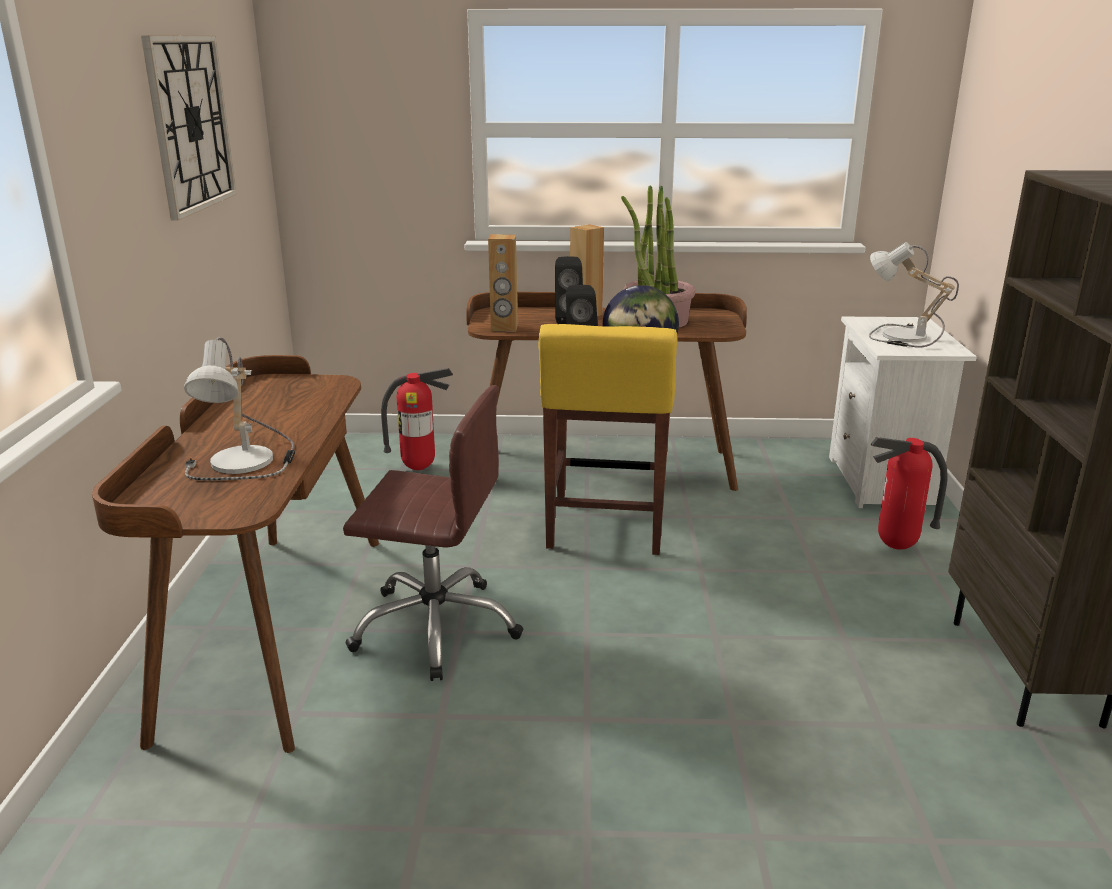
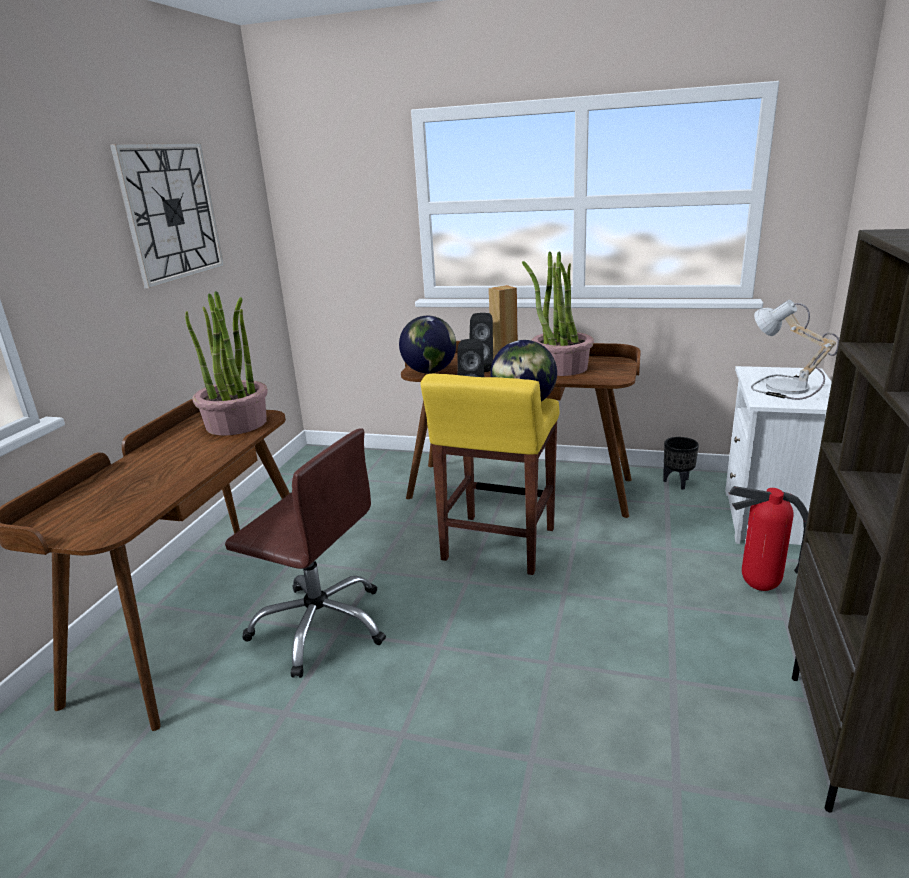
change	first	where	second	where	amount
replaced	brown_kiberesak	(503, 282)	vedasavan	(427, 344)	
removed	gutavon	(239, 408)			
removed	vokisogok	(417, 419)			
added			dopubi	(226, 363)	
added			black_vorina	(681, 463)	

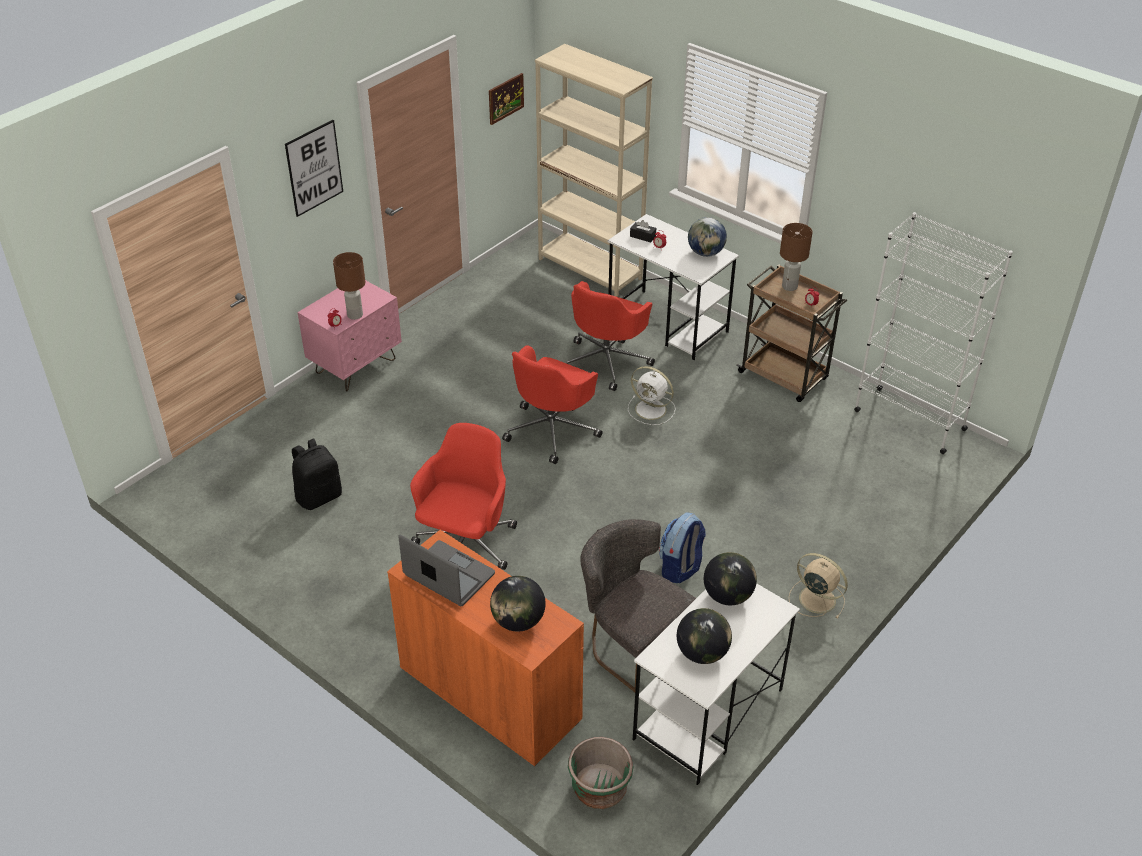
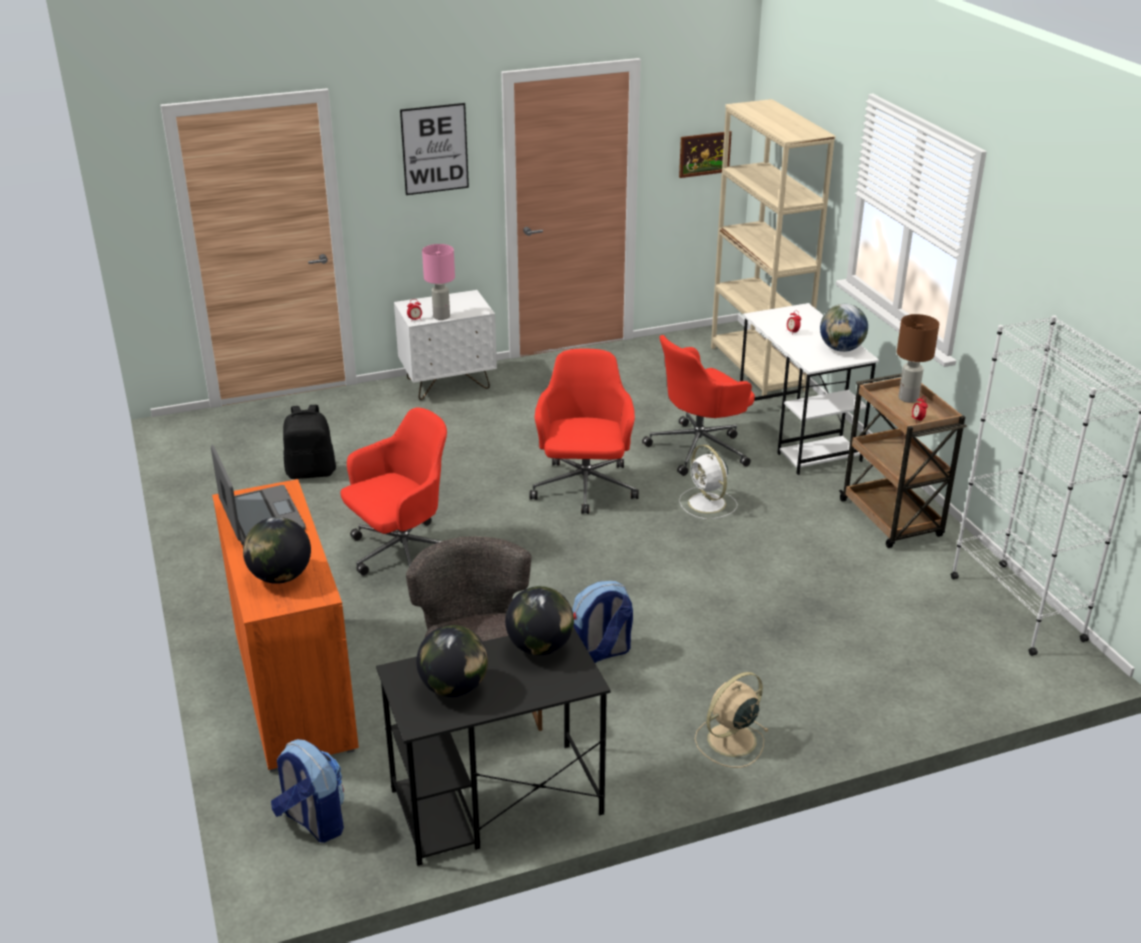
change	first	where	second	where	amount
removed	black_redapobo	(643, 231)			
recoloured	brown_gutavon	(349, 286)	pink_gutavon	(438, 282)	
recoloured	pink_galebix	(350, 335)	white_galebix	(445, 345)	
turned	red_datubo	(552, 404)		(584, 431)	120 degrees clockwise
turned	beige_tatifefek	(818, 586)		(732, 720)	105 degrees counterclockwise
recoloured	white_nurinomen	(716, 684)	black_nurinomen	(493, 746)	
replaced	green_vorina	(601, 773)	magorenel	(307, 791)	

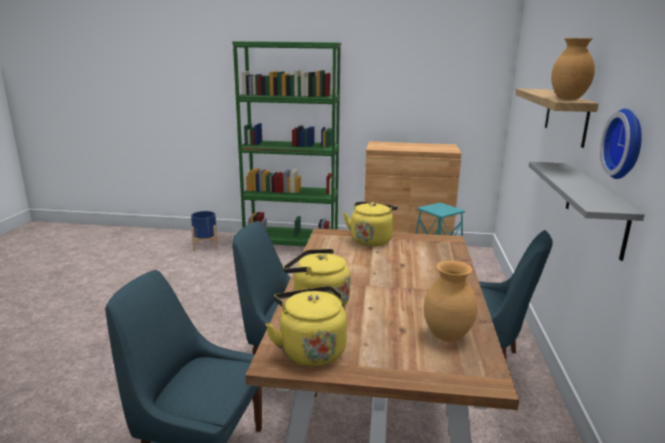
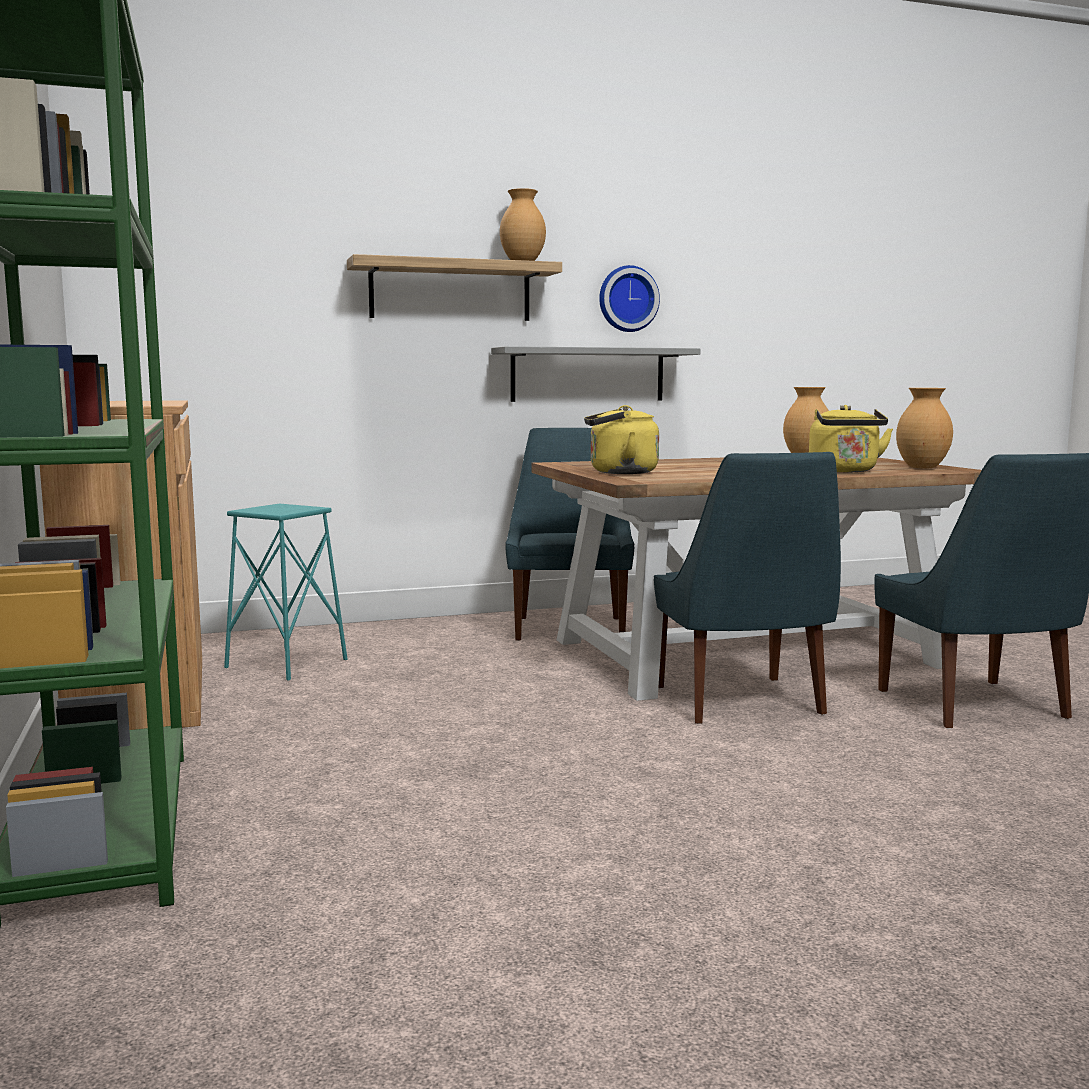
change	first	where	second	where	amount
removed	blue_vorina	(204, 231)			
replaced	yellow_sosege	(306, 326)	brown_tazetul	(924, 428)	

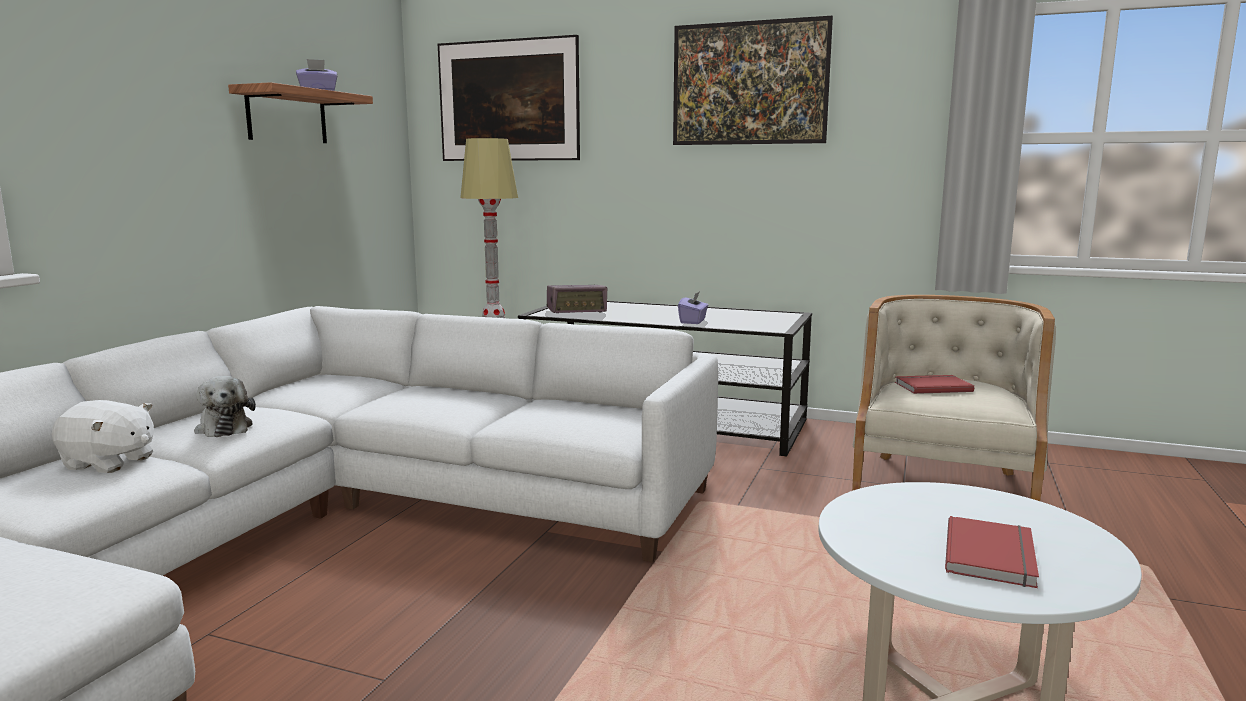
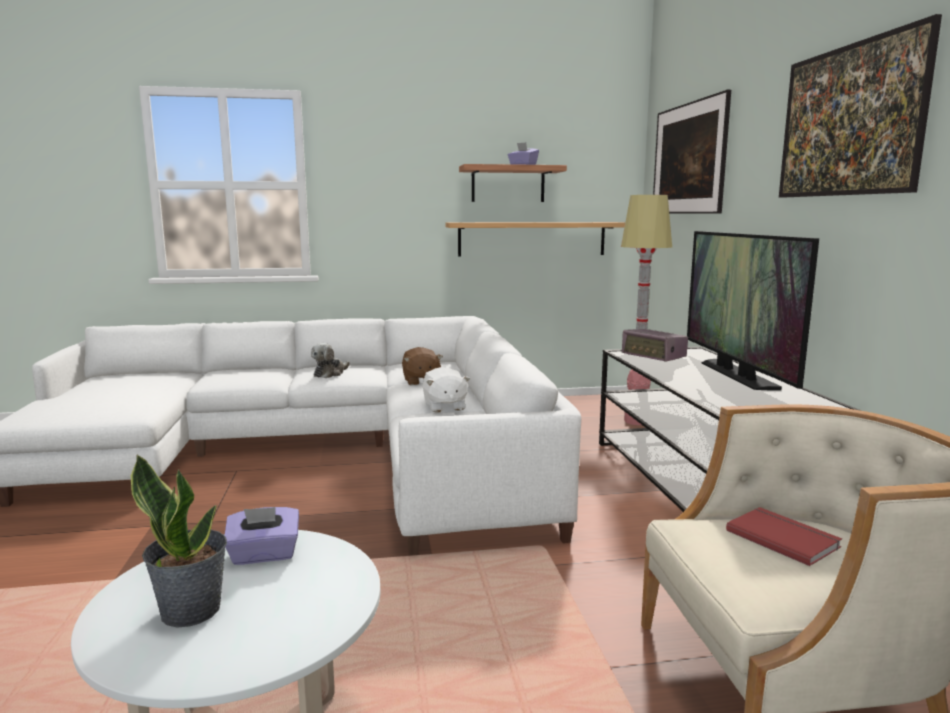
change	first	where	second	where	amount
moved	purple_redapobo	(693, 308)		(262, 536)	
moved	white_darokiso	(103, 436)		(446, 390)	
replaced	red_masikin	(992, 552)	dopubi	(179, 541)	
added			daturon	(535, 239)	
added			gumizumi	(753, 310)	
added			brown_darokiso	(422, 366)	

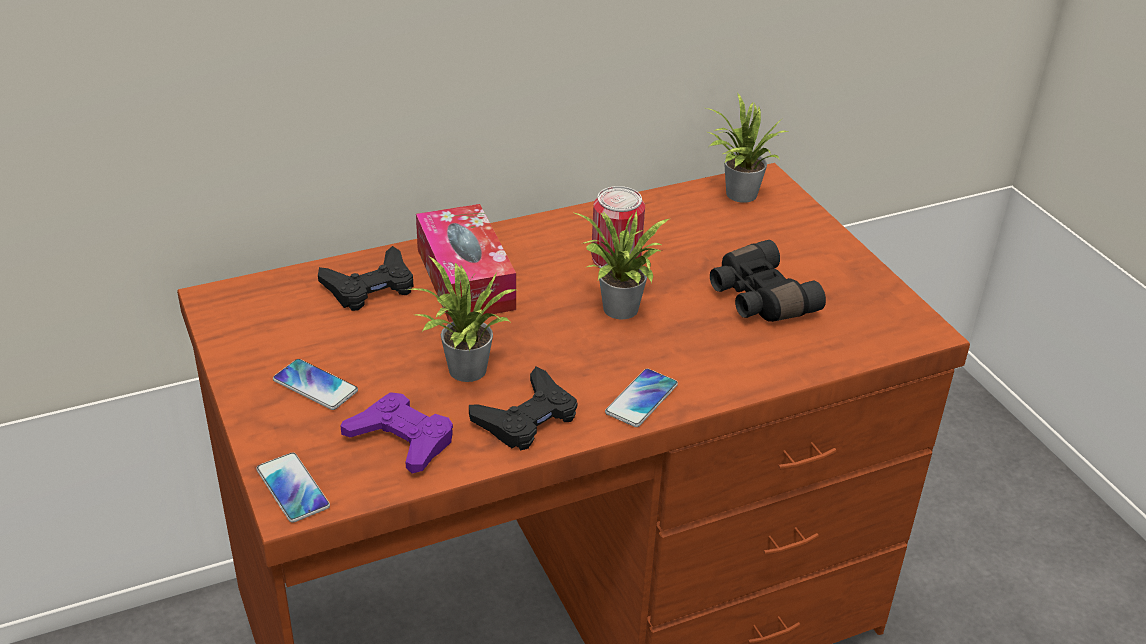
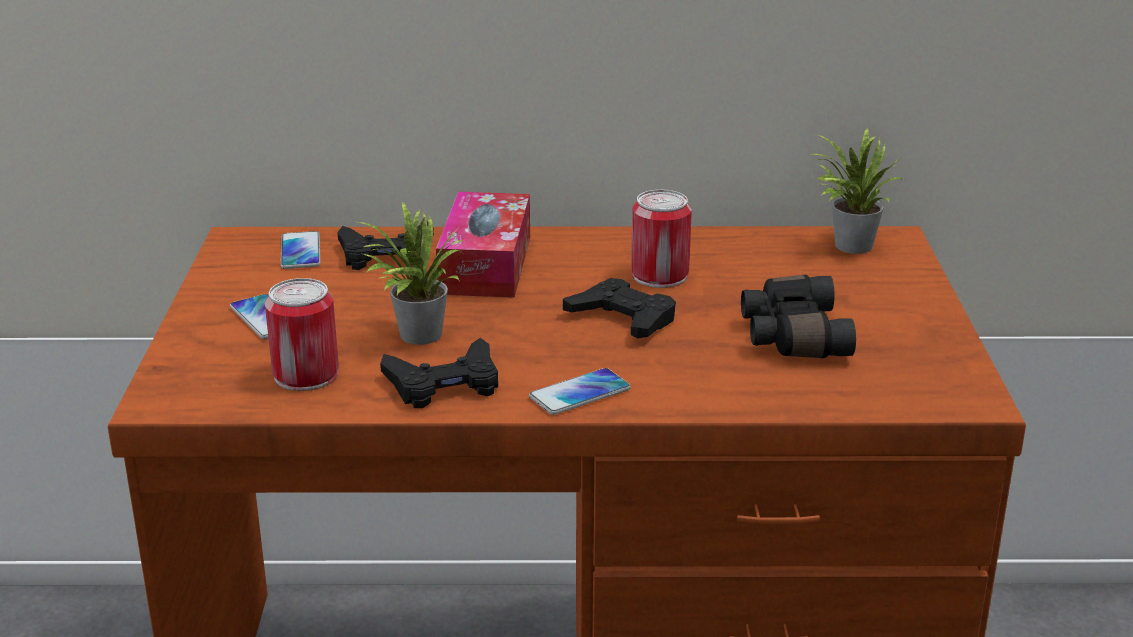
change	first	where	second	where	amount
replaced	dopubi	(620, 264)	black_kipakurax	(619, 308)	
replaced	purple_kipakurax	(396, 433)	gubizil	(302, 334)	
moved	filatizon	(293, 487)		(300, 250)	

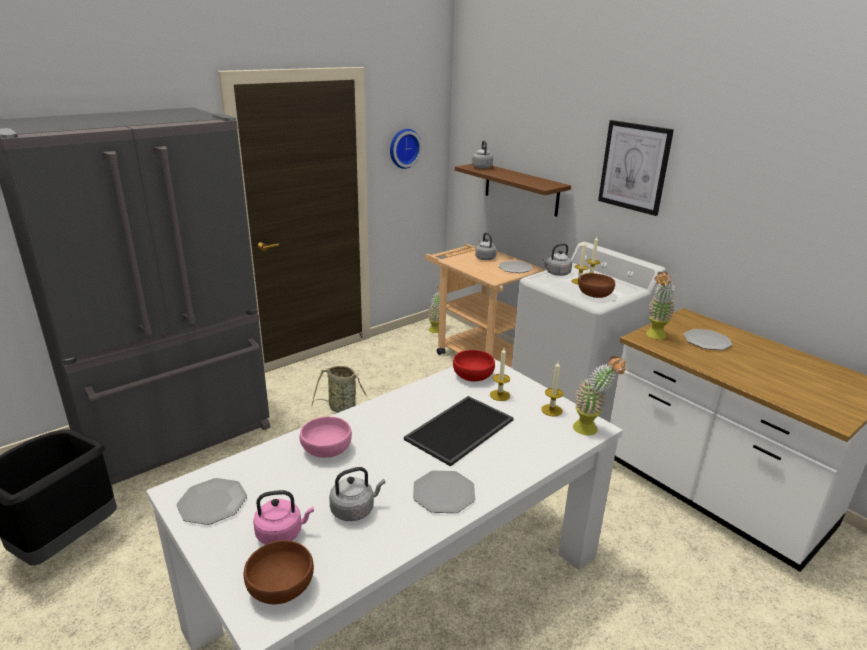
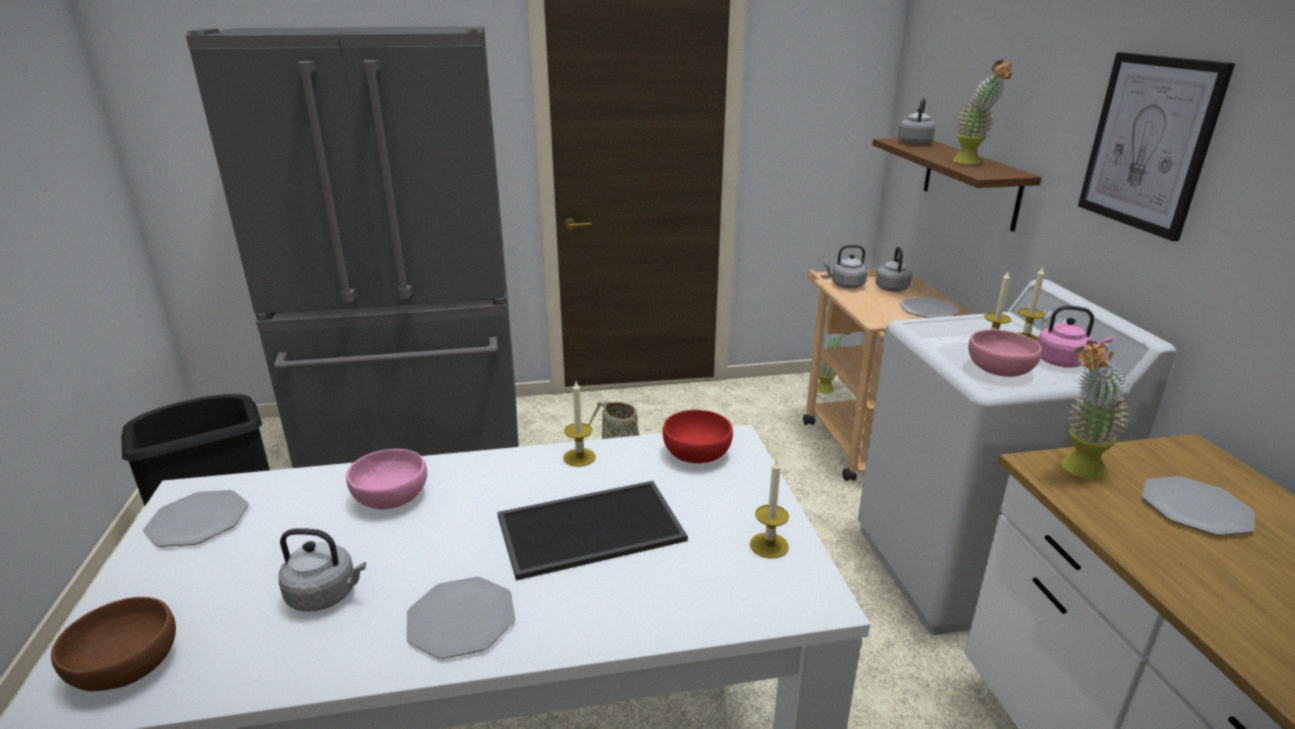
change	first	where	second	where	amount
removed	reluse	(406, 149)			
moved	grey_sosege	(557, 259)		(845, 266)	
recoloured	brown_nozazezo	(596, 285)	pink_nozazezo	(1005, 353)	
moved	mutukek	(500, 374)		(580, 424)	
moved	dopubi	(599, 396)		(982, 112)	
moved	pink_sosege	(283, 517)		(1075, 337)	

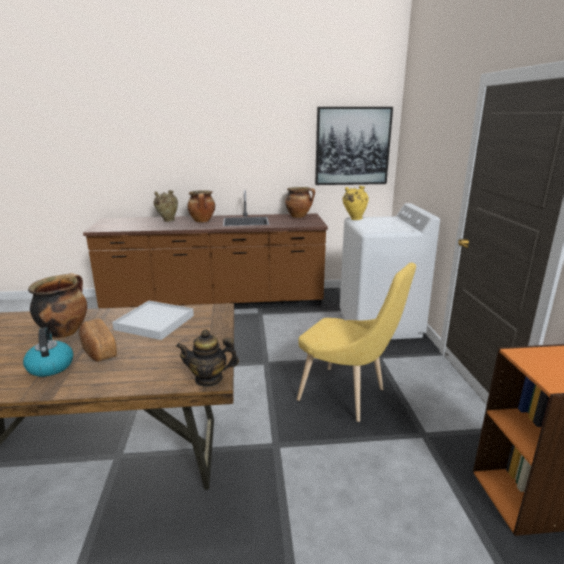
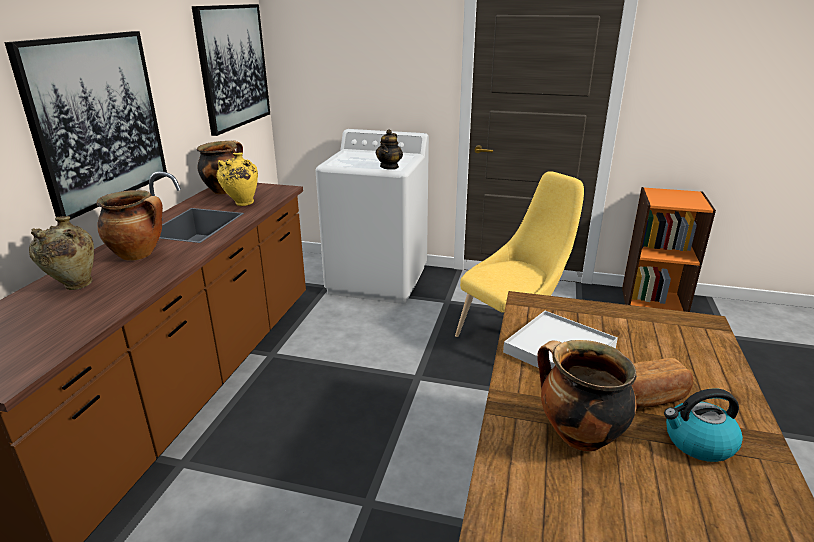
change	first	where	second	where	amount
moved	yellow_tazetul	(355, 203)		(237, 179)	
moved	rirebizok	(207, 358)		(389, 149)	
added			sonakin	(85, 125)	

